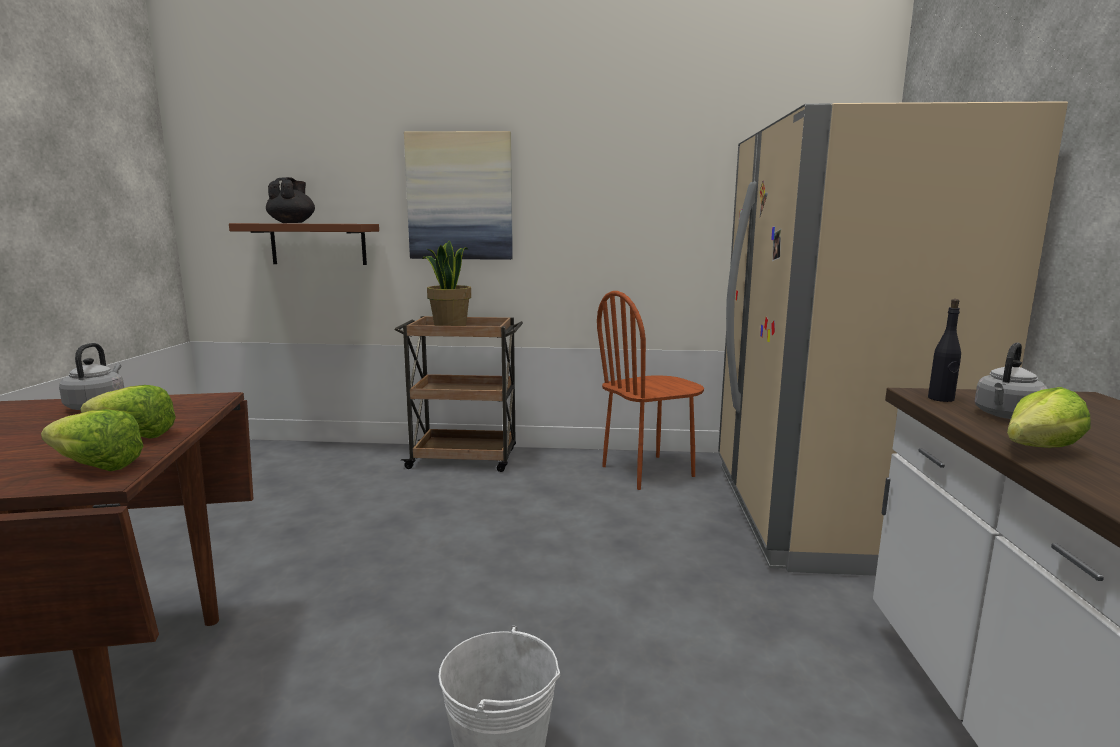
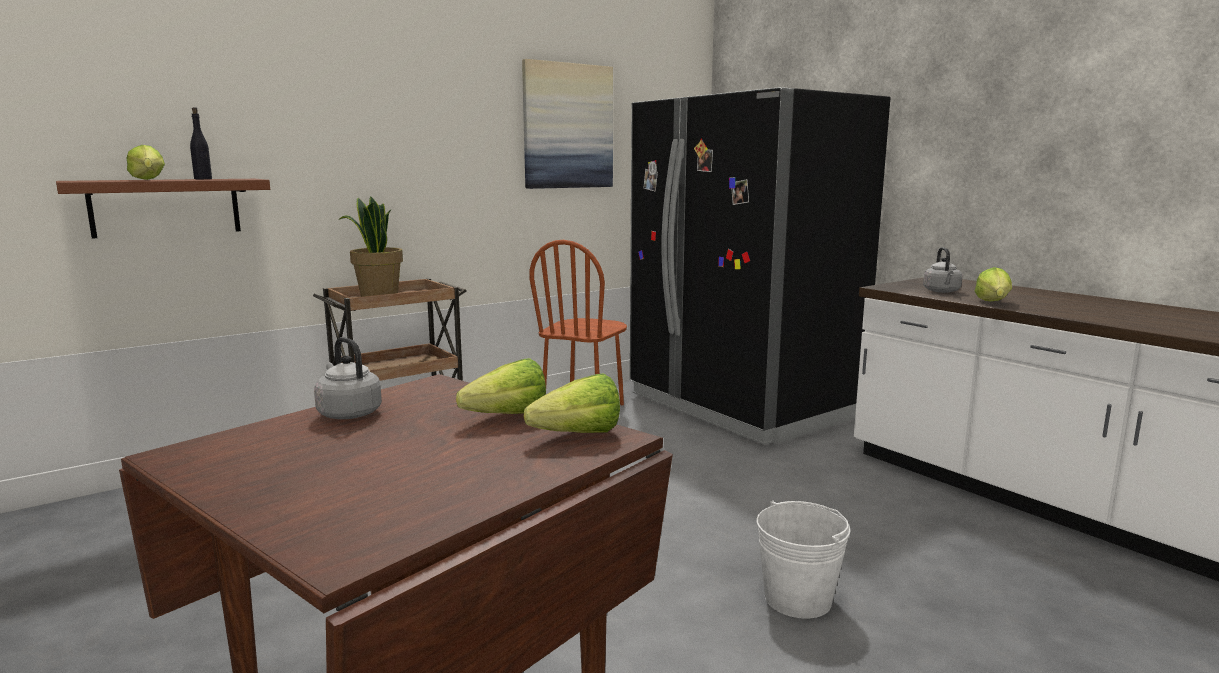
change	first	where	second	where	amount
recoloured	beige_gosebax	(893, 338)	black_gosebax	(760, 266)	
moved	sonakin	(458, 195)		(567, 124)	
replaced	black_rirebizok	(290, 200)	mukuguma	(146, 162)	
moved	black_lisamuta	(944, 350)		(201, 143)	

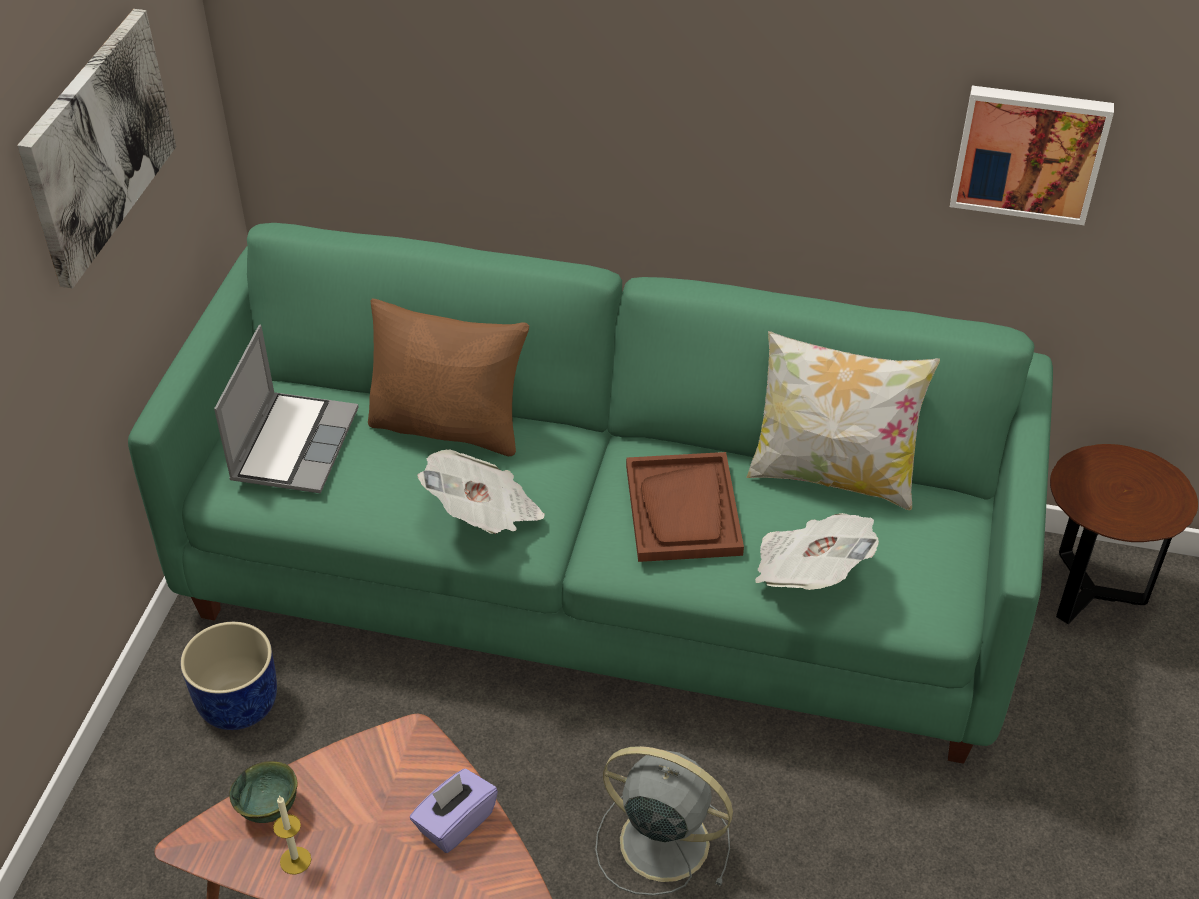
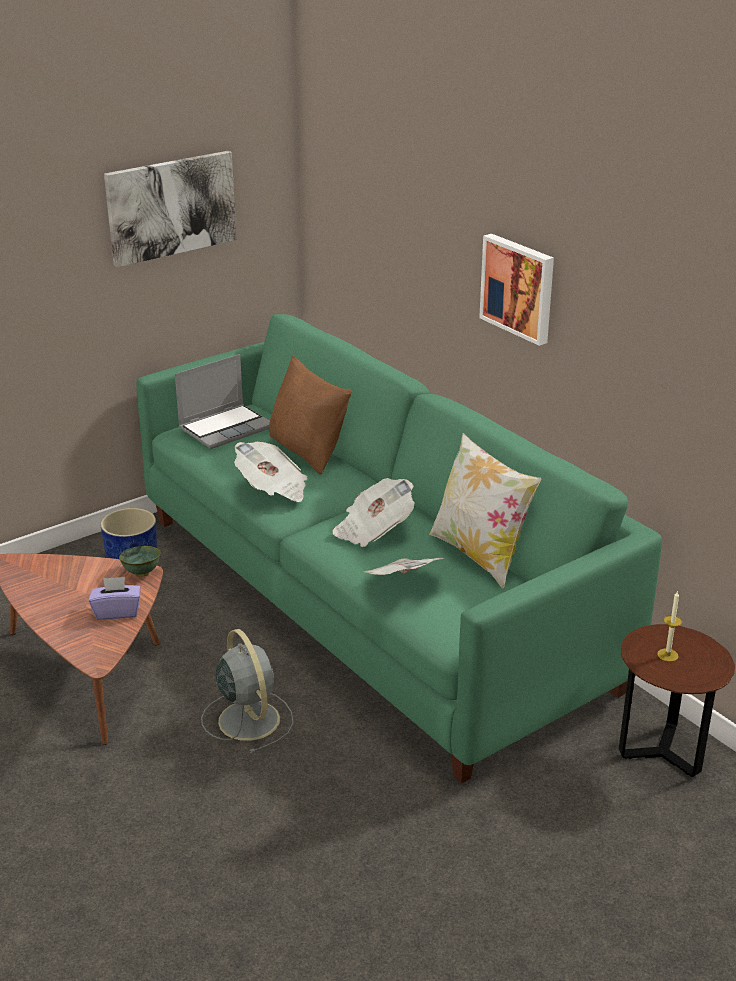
change	first	where	second	where	amount
moved	sonakin	(1032, 155)		(516, 290)	
replaced	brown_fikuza	(685, 507)	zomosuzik	(374, 512)	
moved	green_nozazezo	(263, 792)		(140, 561)	
moved	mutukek	(292, 835)		(669, 626)	

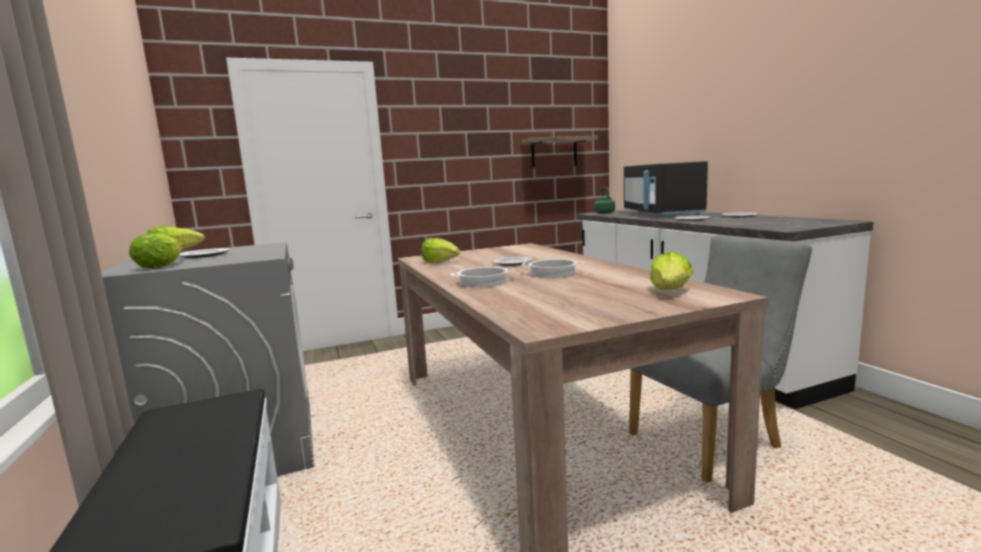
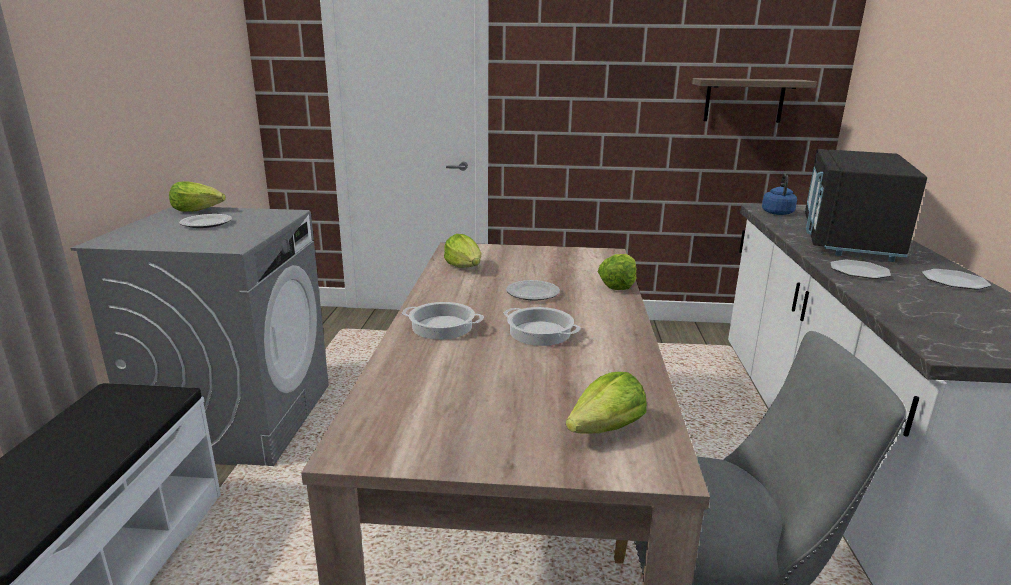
change	first	where	second	where	amount
recoloured	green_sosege	(604, 200)	blue_sosege	(779, 194)	
moved	mukuguma	(156, 251)		(617, 272)	

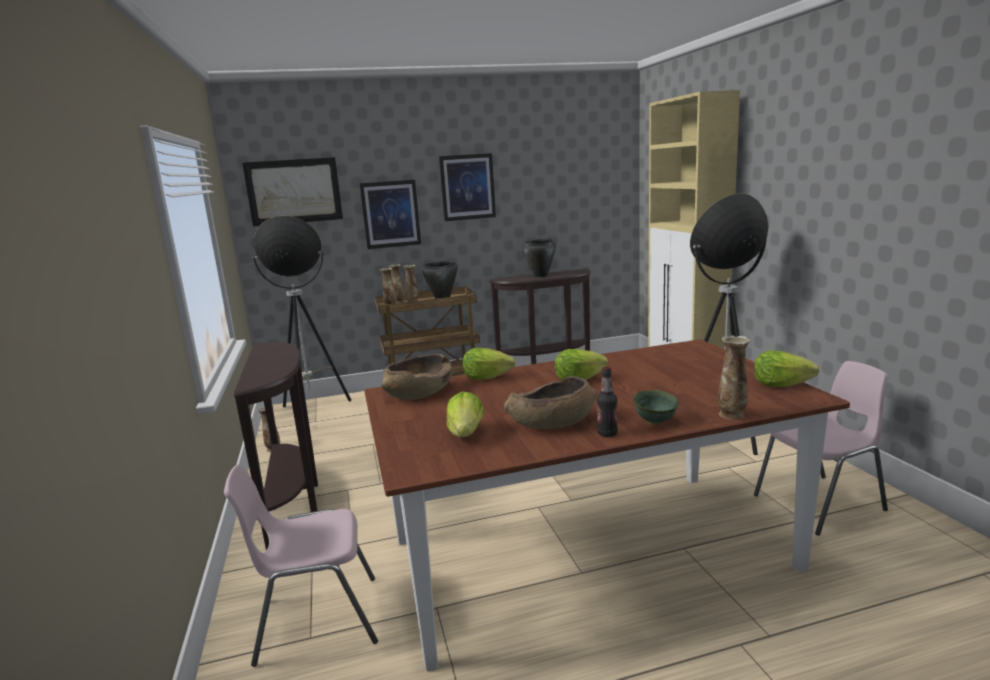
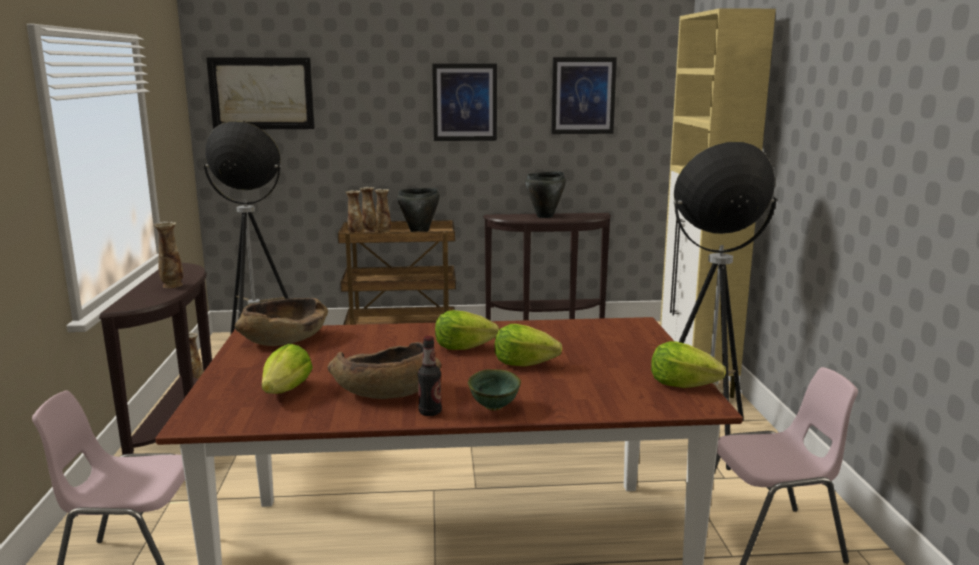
change	first	where	second	where	amount
moved	sonakin	(390, 214)		(584, 95)	
moved	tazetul	(733, 377)		(168, 254)	
moved	mukuguma	(489, 364)		(528, 345)	

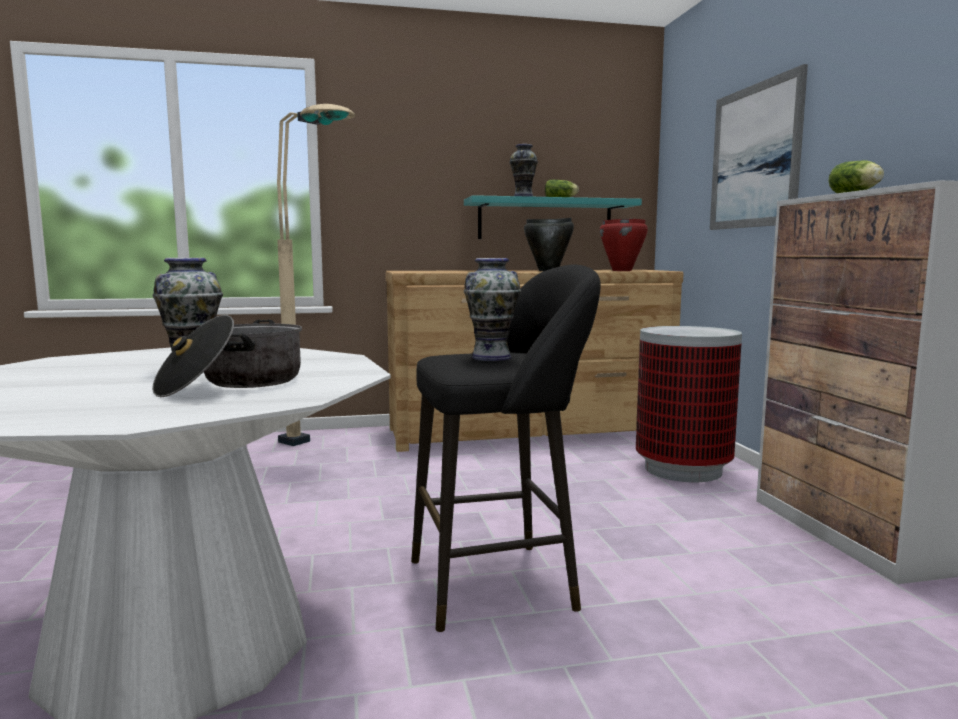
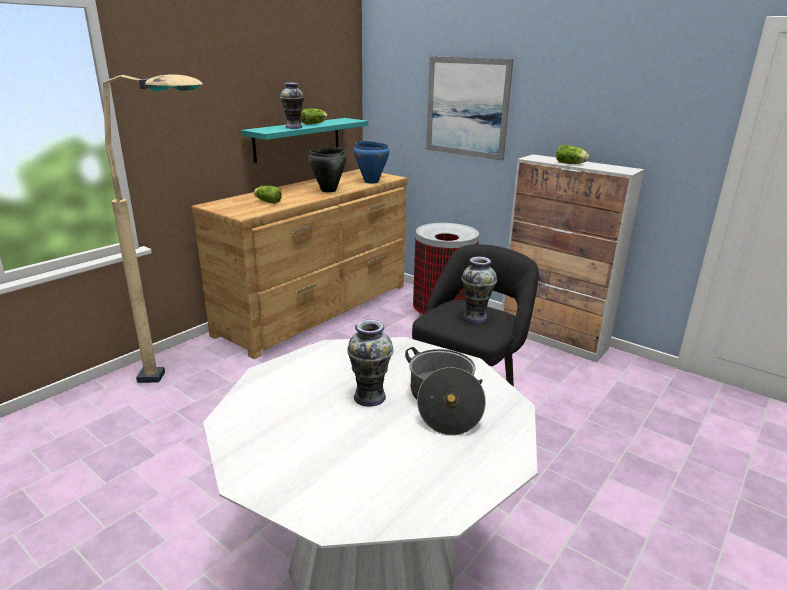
change	first	where	second	where	amount
recoloured	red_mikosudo	(624, 245)	blue_mikosudo	(371, 162)	
added			mukuguma	(268, 195)	

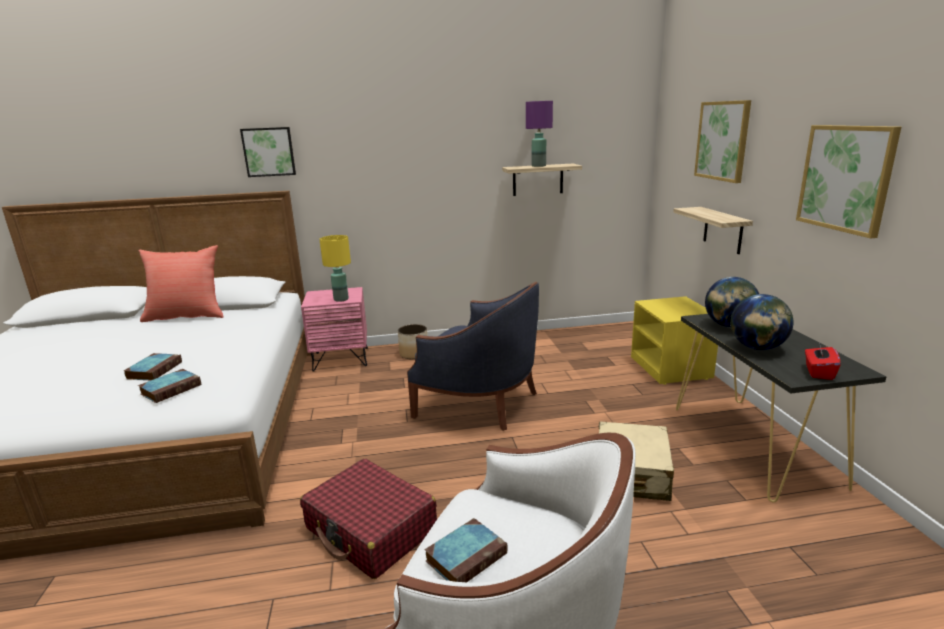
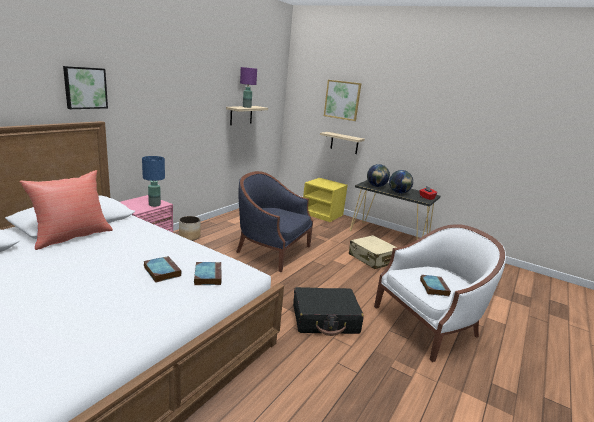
change	first	where	second	where	amount
removed	sonakin	(848, 181)			
recoloured	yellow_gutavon	(335, 268)	blue_gutavon	(153, 181)	
turned	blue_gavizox	(473, 356)		(274, 221)	135 degrees counterclockwise
recoloured	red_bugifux	(368, 519)	black_bugifux	(328, 311)	

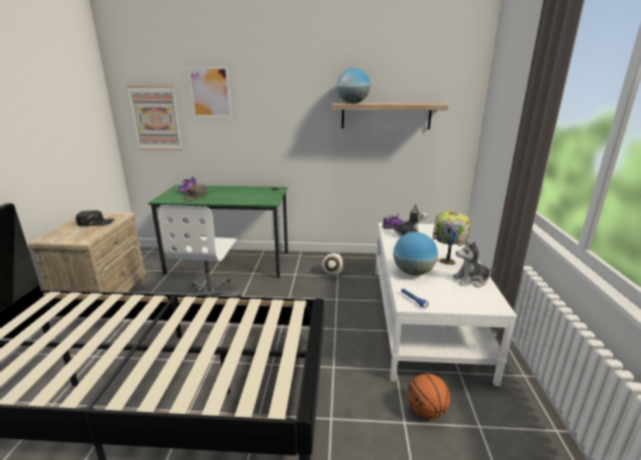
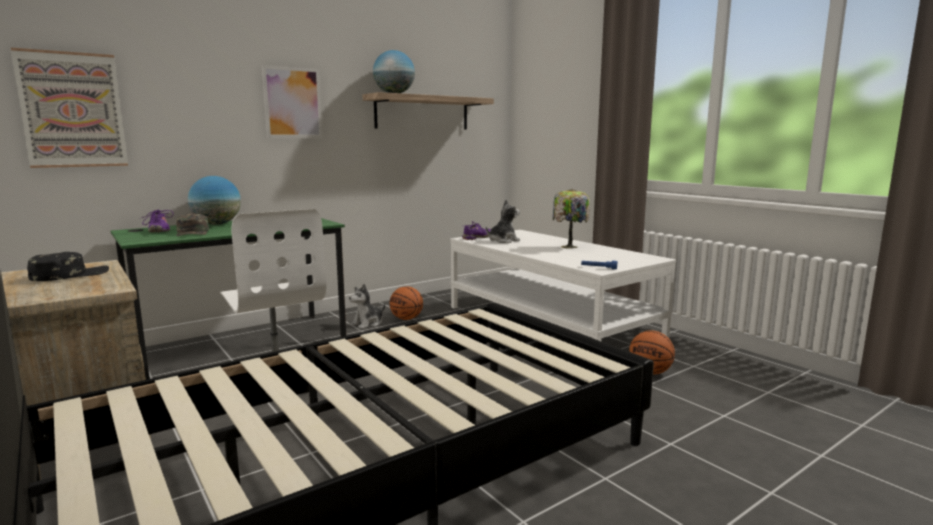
change	first	where	second	where	amount
moved	sonakin	(210, 92)		(292, 101)	
moved	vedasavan	(415, 254)		(214, 200)	
moved	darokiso	(474, 263)		(367, 306)	
replaced	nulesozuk	(333, 264)	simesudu	(406, 303)	

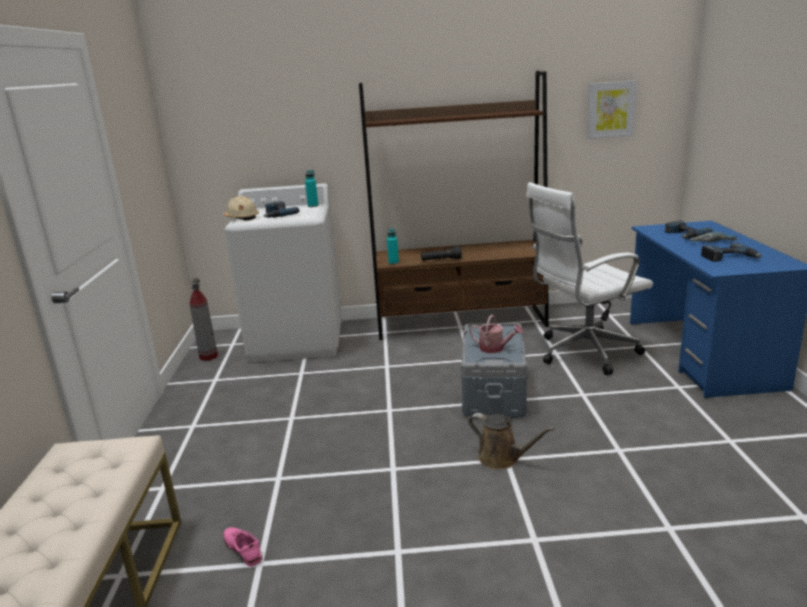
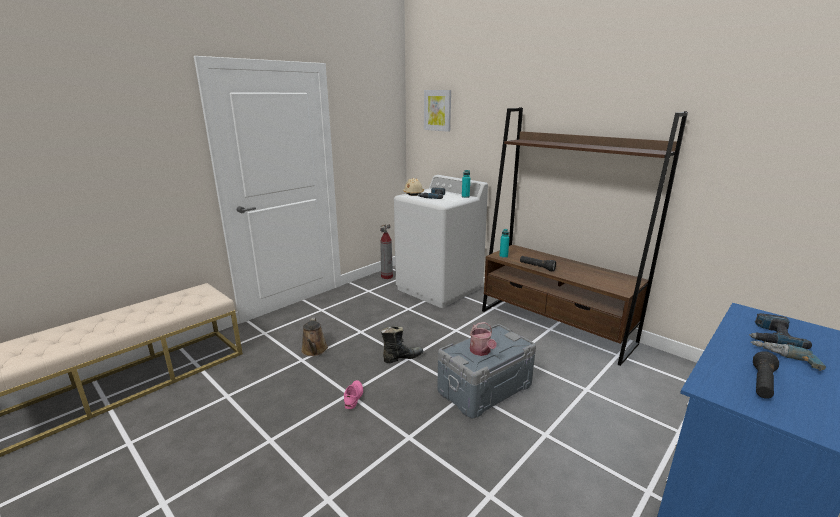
change	first	where	second	where	amount
moved	sonakin	(612, 109)		(437, 111)	
removed	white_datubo	(589, 278)			
replaced	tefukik	(731, 252)	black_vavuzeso	(766, 375)	
moved	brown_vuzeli	(511, 441)		(314, 336)	
moved	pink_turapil	(242, 547)		(353, 394)	
added			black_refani	(402, 344)	

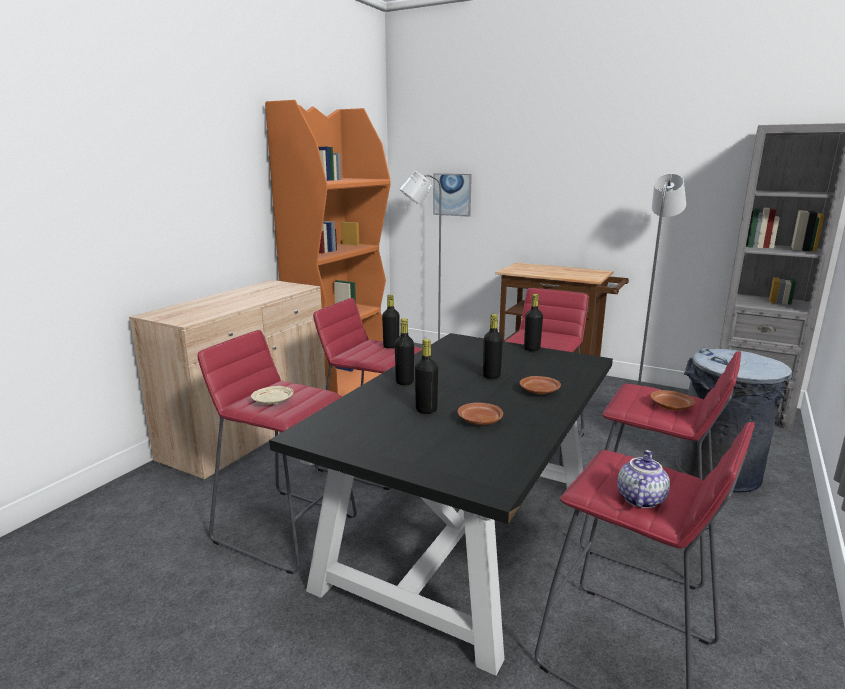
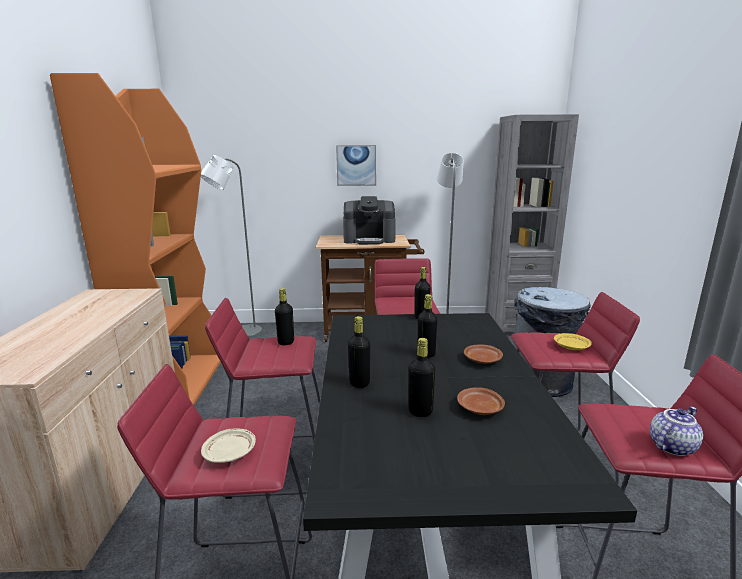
change	first	where	second	where	amount
moved	sonakin	(452, 195)		(356, 165)	
recoloured	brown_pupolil	(673, 400)	yellow_pupolil	(573, 341)	
turned	rirebizok	(643, 479)		(676, 431)	60 degrees clockwise
added			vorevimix	(369, 220)	

